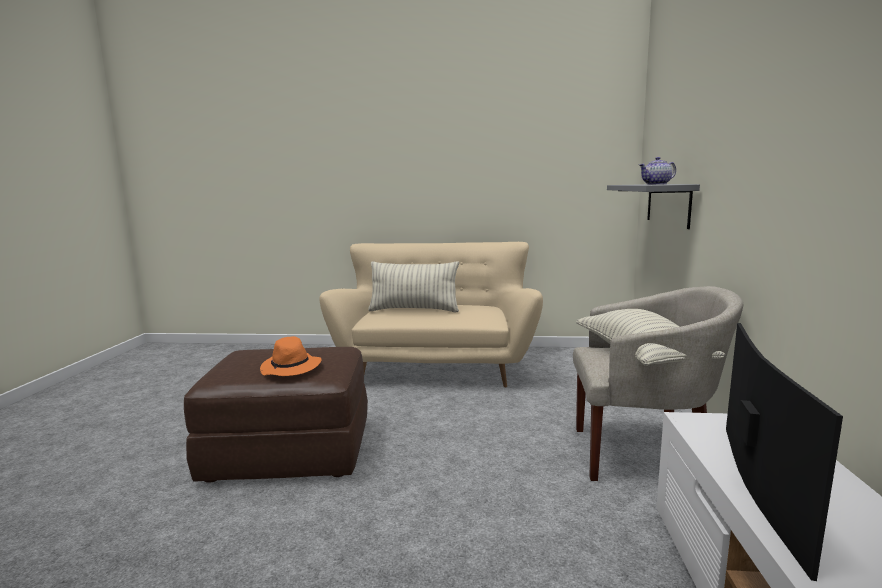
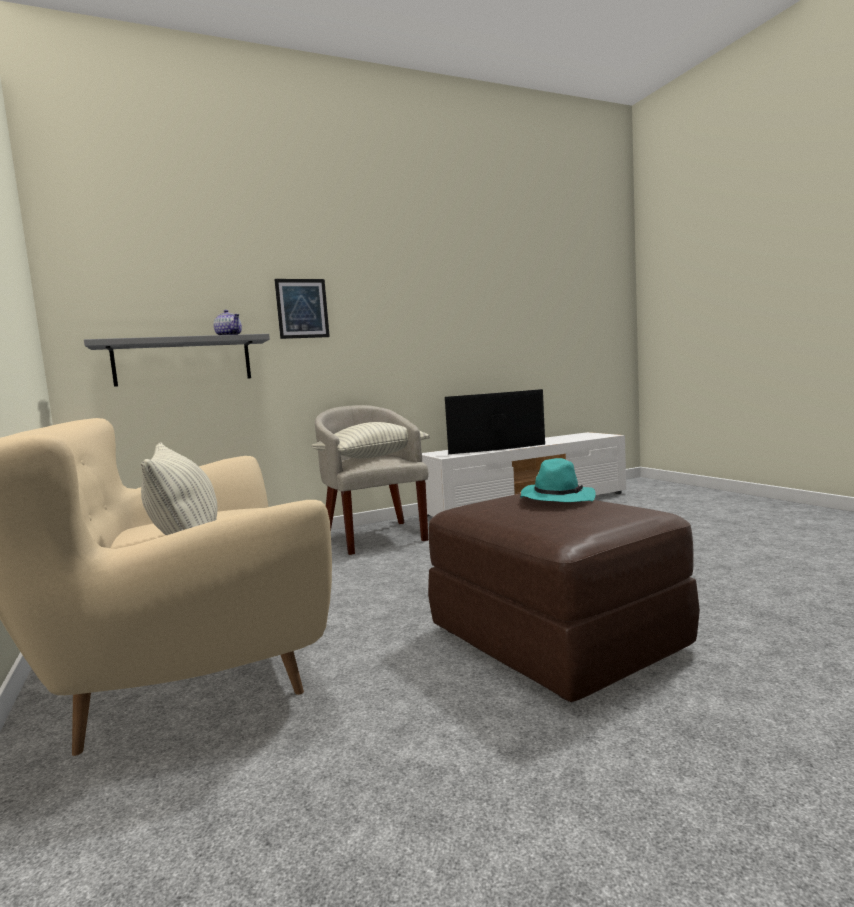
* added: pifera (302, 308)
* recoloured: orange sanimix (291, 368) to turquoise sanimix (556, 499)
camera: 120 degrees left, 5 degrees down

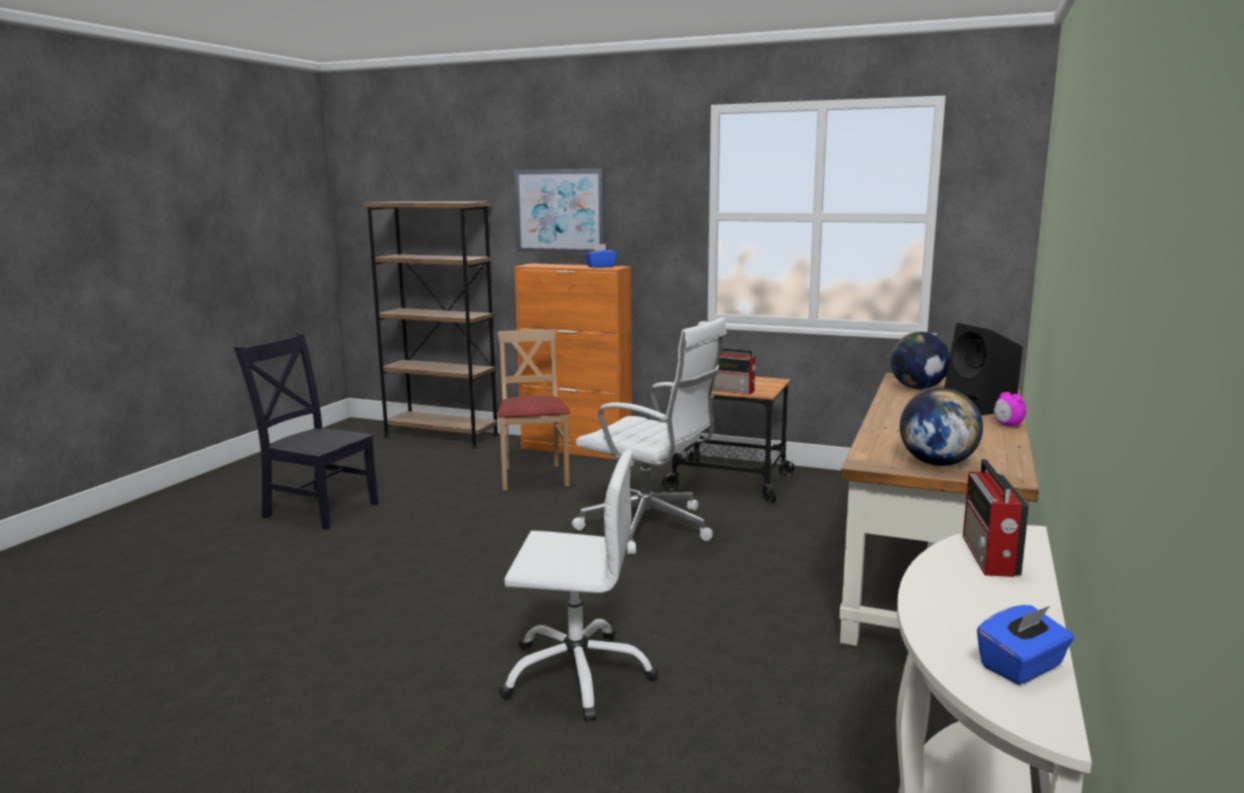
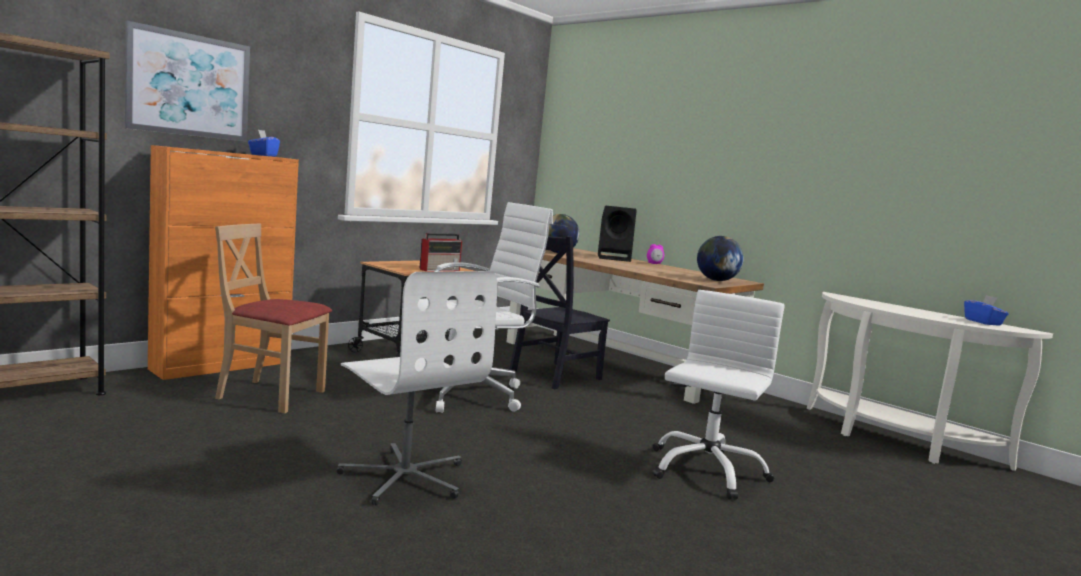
* added: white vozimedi (405, 477)
* moved: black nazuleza (318, 509) to (552, 376)
* removed: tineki (989, 557)
camera: 70 degrees left, 5 degrees down

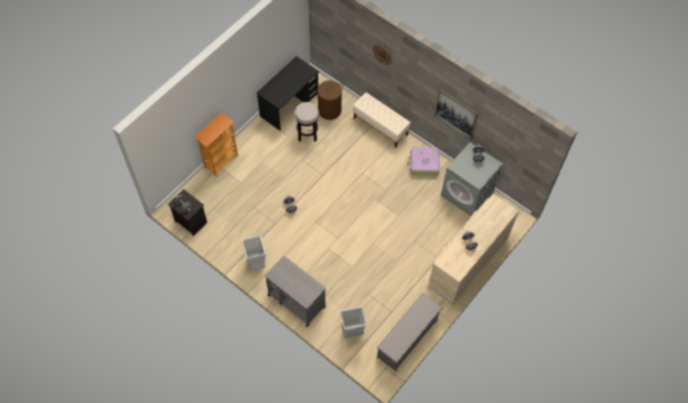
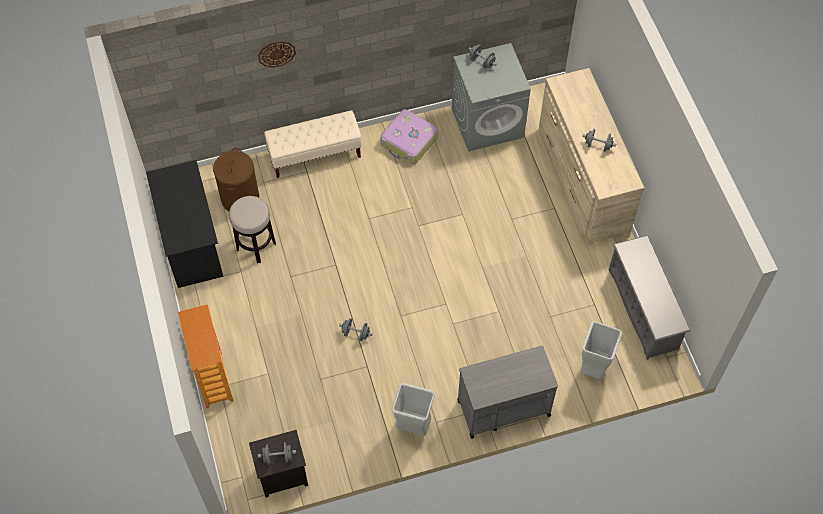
* removed: pifera (456, 114)
camera: 55 degrees left, 0 degrees up

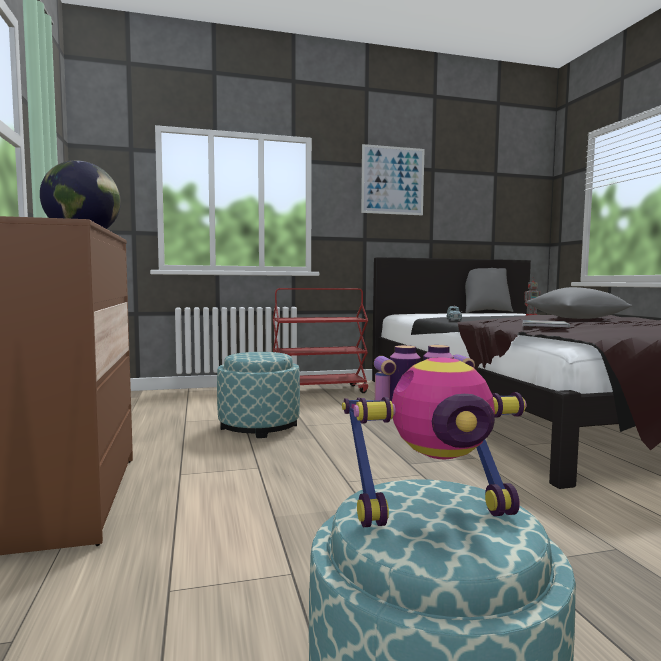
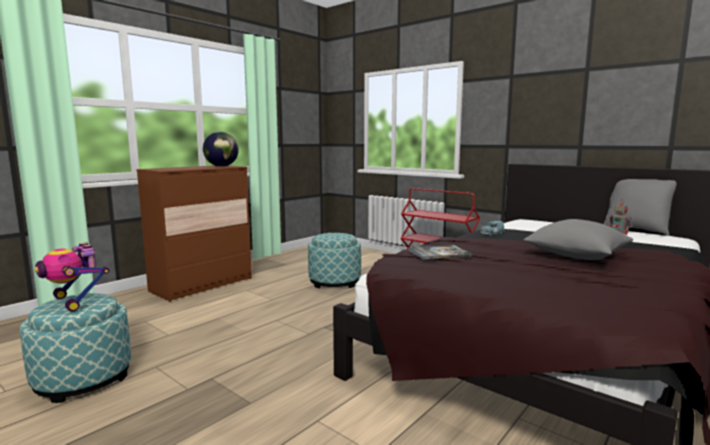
* removed: pifera (392, 180)
camera: 55 degrees right, 5 degrees up

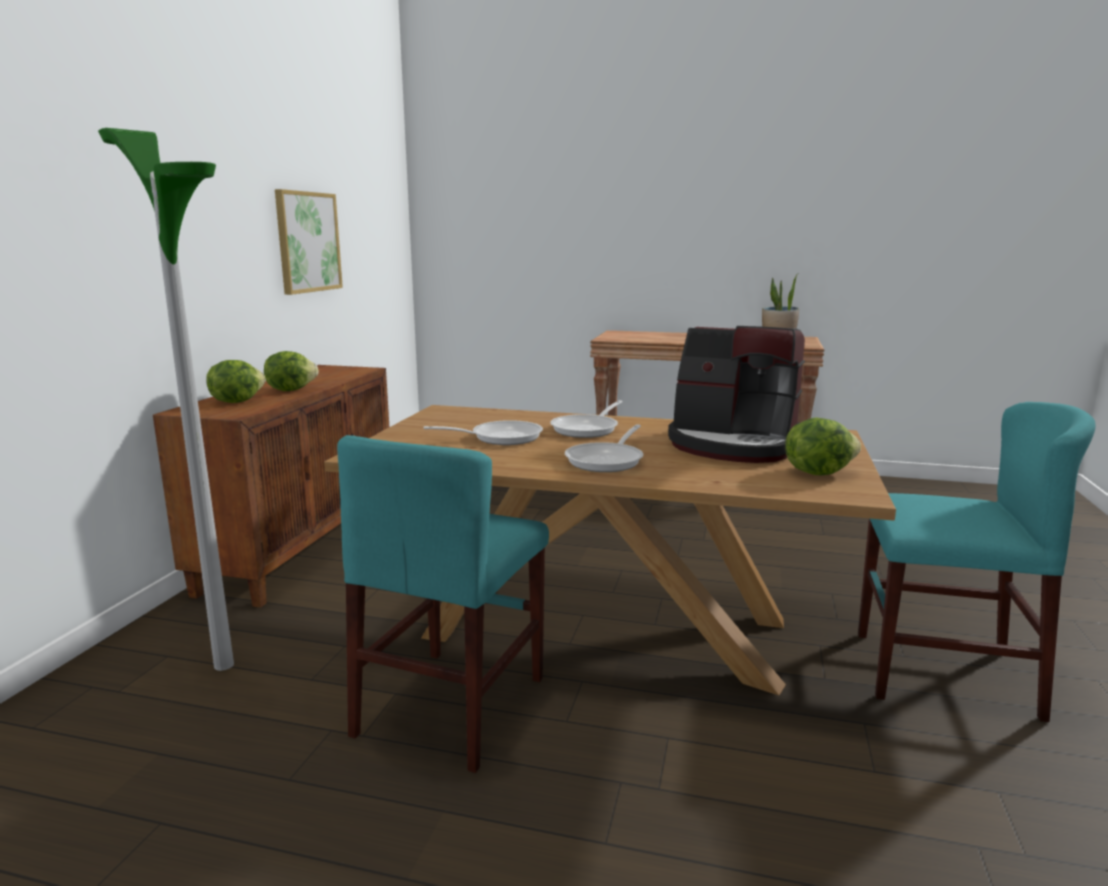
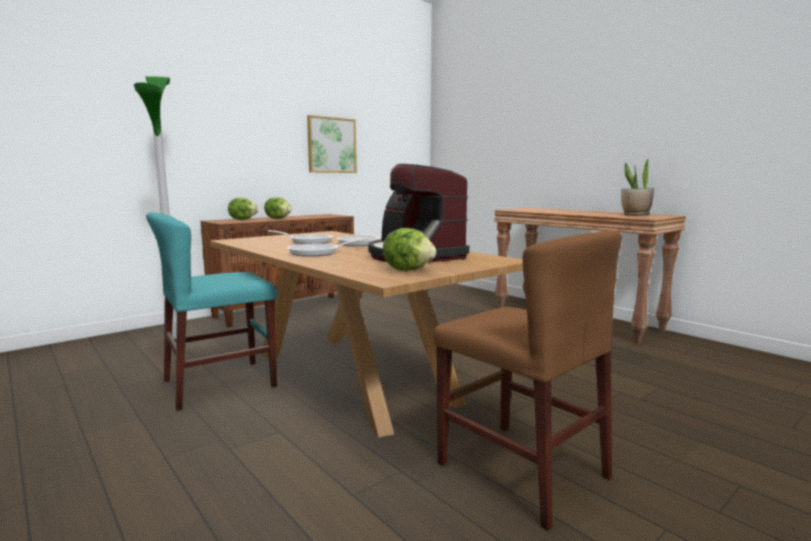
* recoloured: turquoise nazuleza (943, 673) to brown nazuleza (521, 470)
camera: 35 degrees right, 5 degrees down

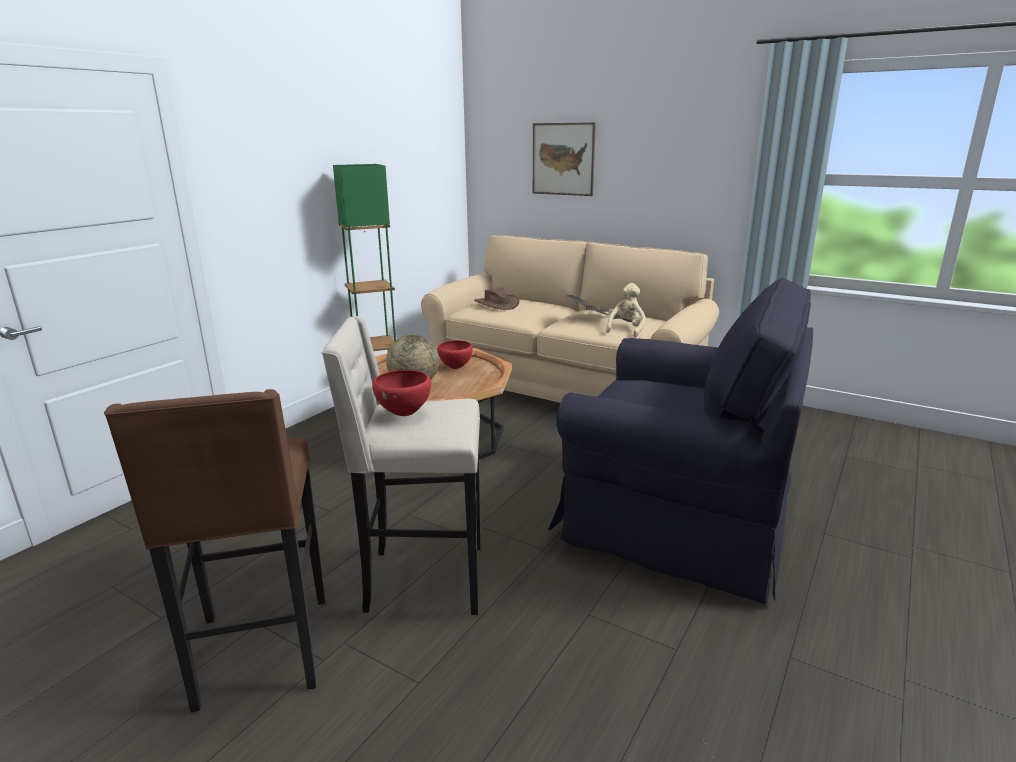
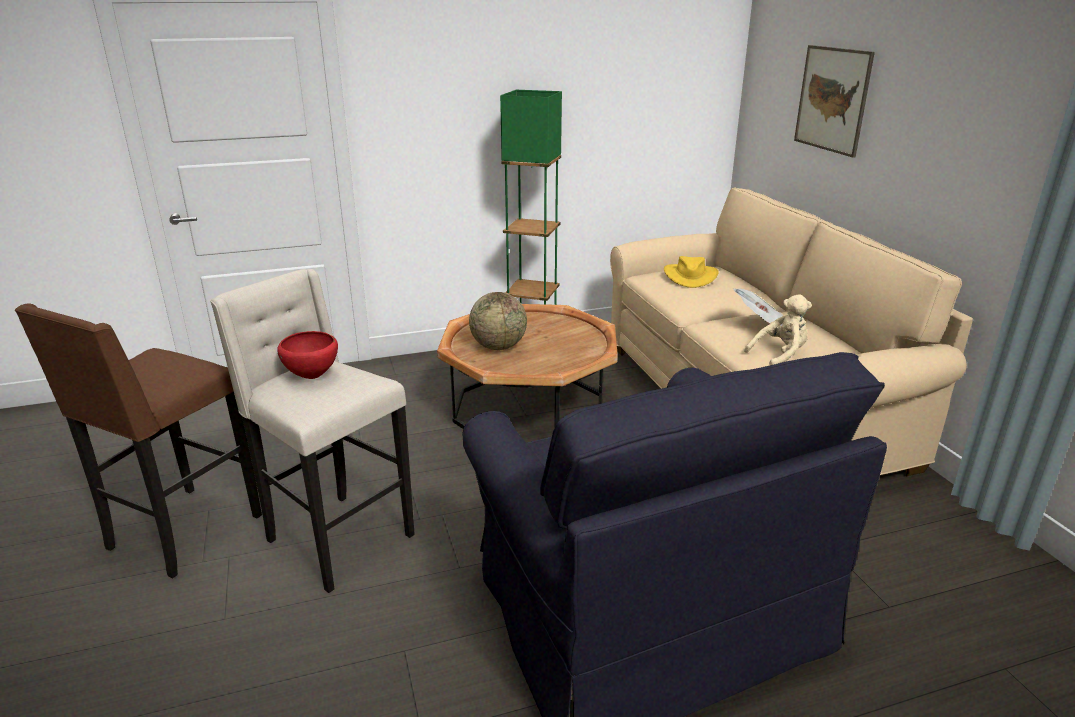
* recoloured: brown sanimix (496, 304) to yellow sanimix (690, 276)
* removed: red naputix (456, 368)
camera: 40 degrees right, 5 degrees up

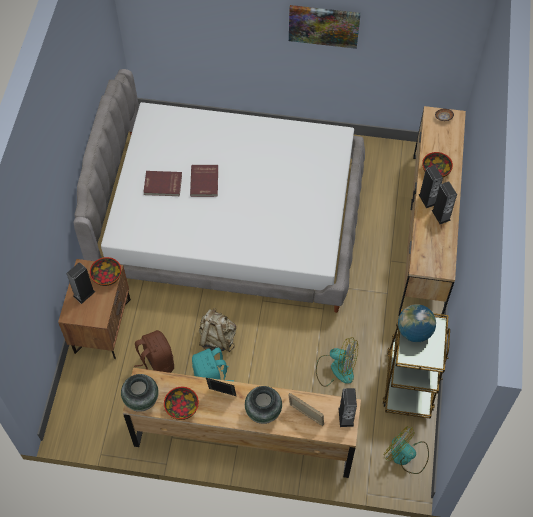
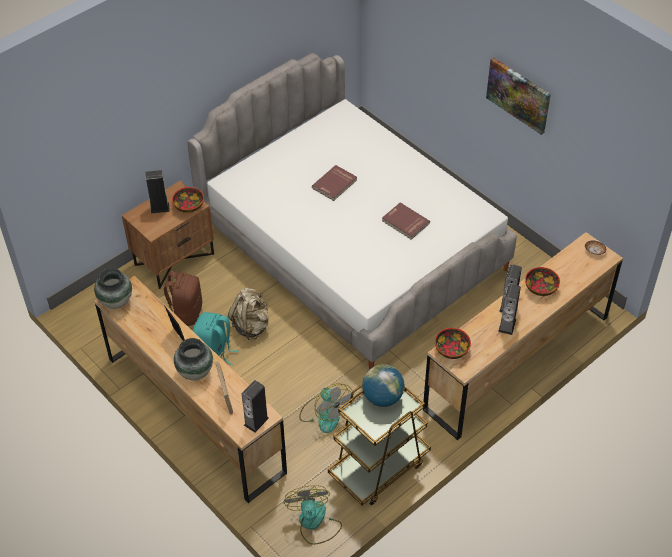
* moved: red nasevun (163, 185) to (405, 222)
* moved: naputix (181, 407) to (451, 349)
camera: 40 degrees right, 10 degrees down

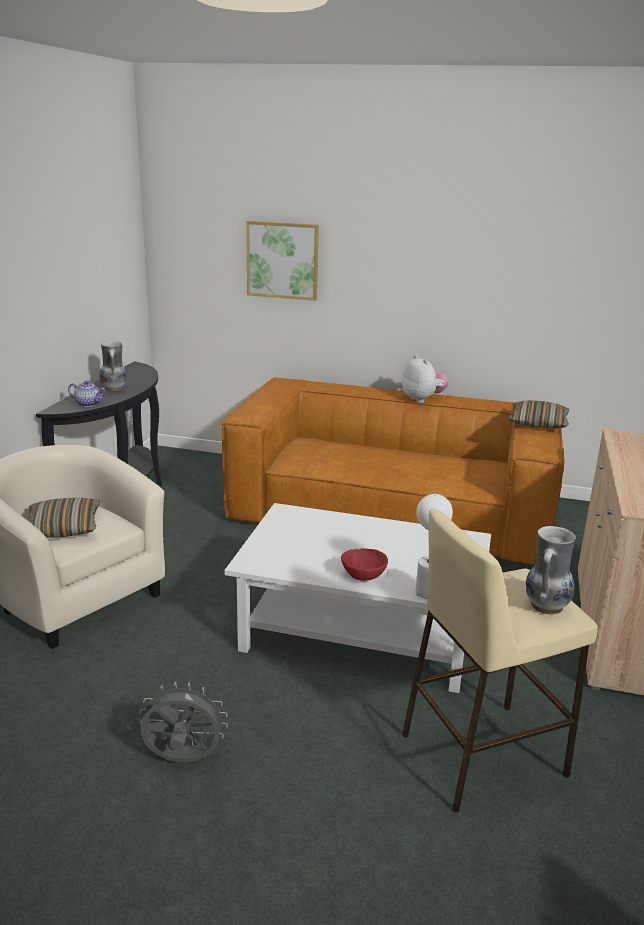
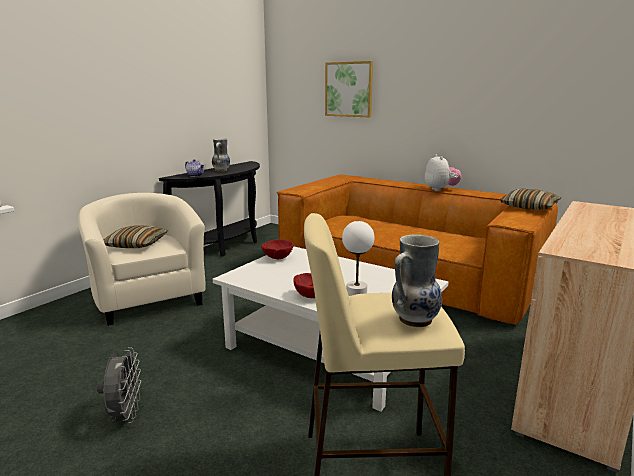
* turned: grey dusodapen (183, 760) = (125, 415) 60 degrees clockwise
* added: red naputix (278, 258)
camera: 20 degrees right, 5 degrees down

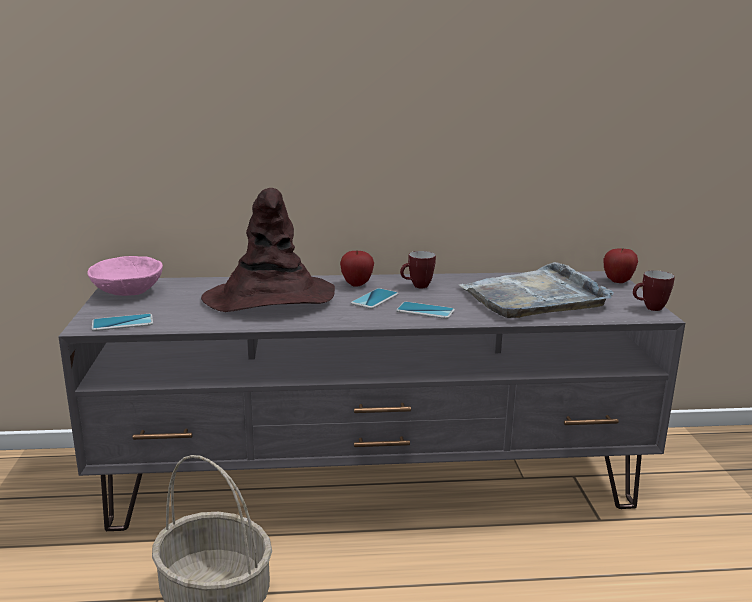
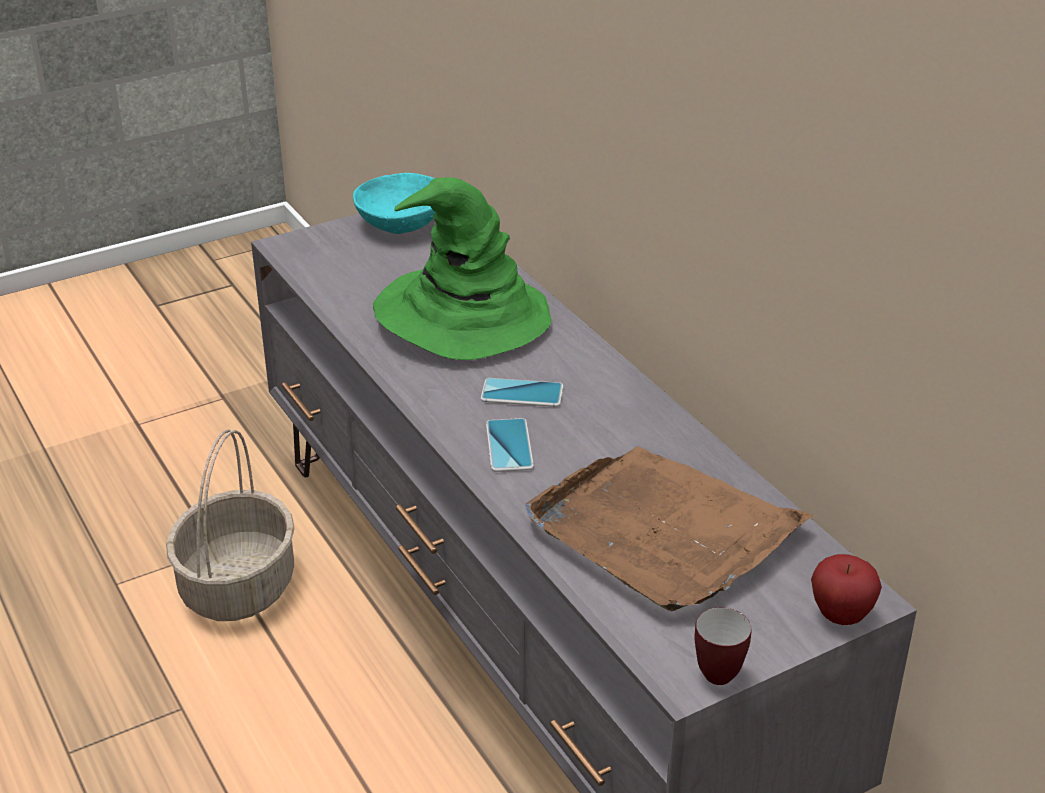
* recoloured: pink naputix (128, 291) to turquoise naputix (402, 224)
* recoloured: brown sanimix (270, 298) to green sanimix (459, 317)
* recoloured: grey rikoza (534, 296) to brown rikoza (663, 533)
* removed: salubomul (122, 323)
* removed: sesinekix (357, 284)
* removed: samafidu (417, 286)
camera: 65 degrees right, 15 degrees up

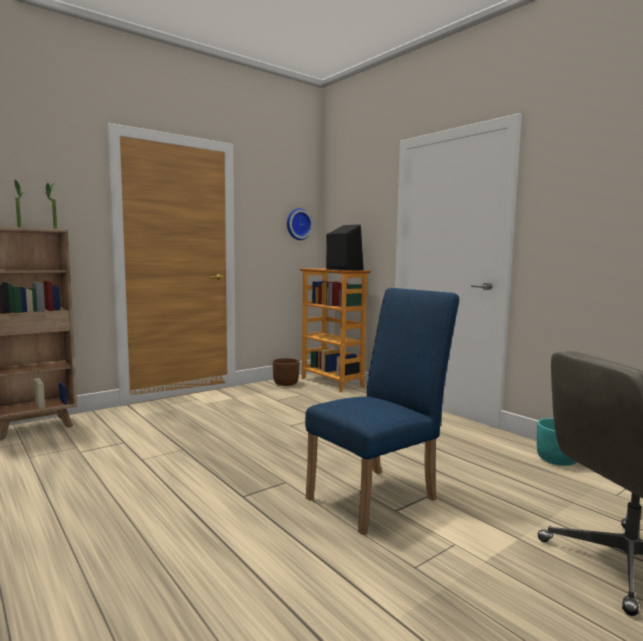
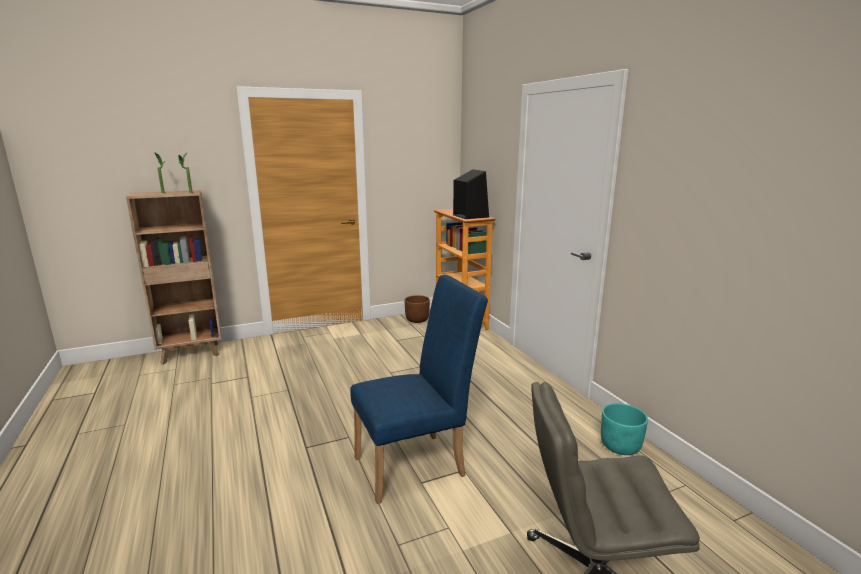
* removed: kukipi (298, 224)
camera: 15 degrees right, 10 degrees up

